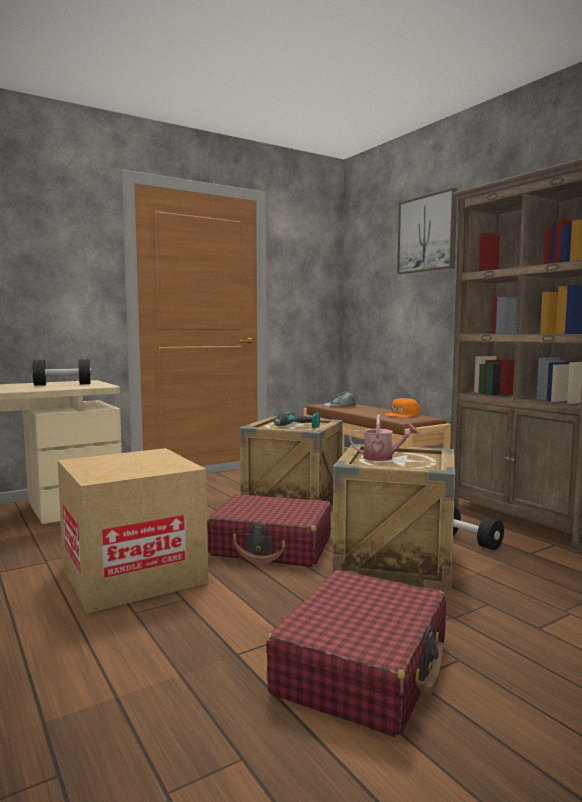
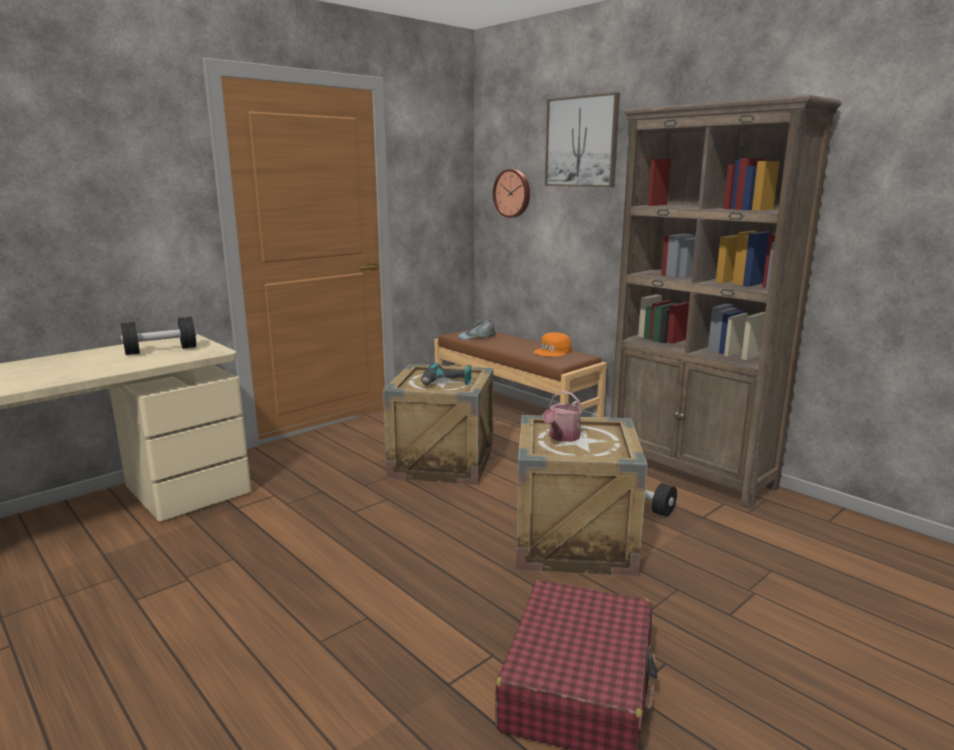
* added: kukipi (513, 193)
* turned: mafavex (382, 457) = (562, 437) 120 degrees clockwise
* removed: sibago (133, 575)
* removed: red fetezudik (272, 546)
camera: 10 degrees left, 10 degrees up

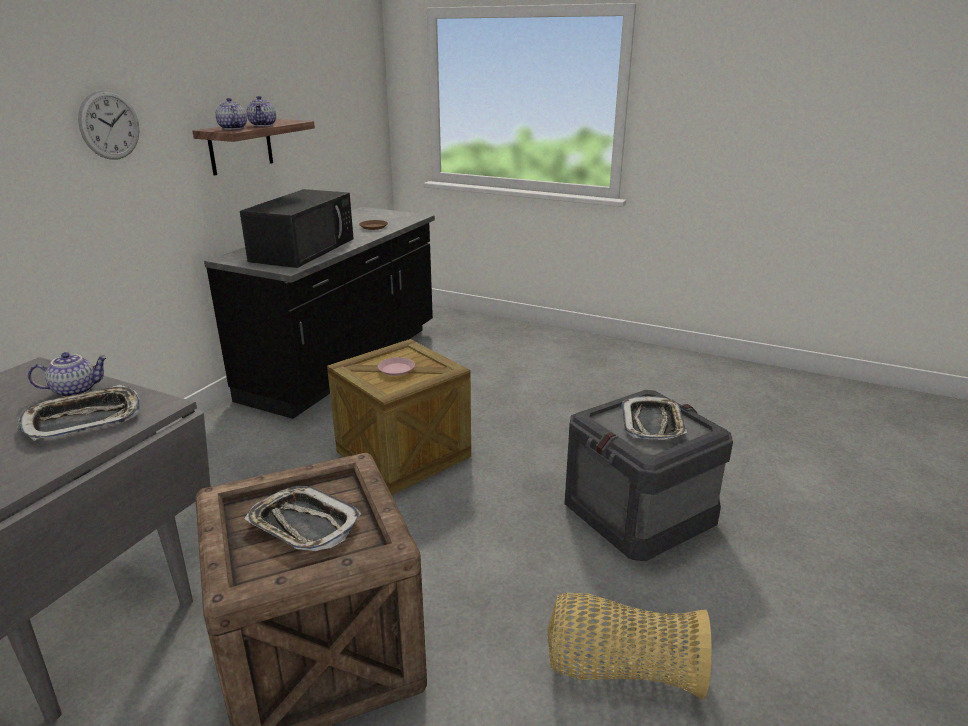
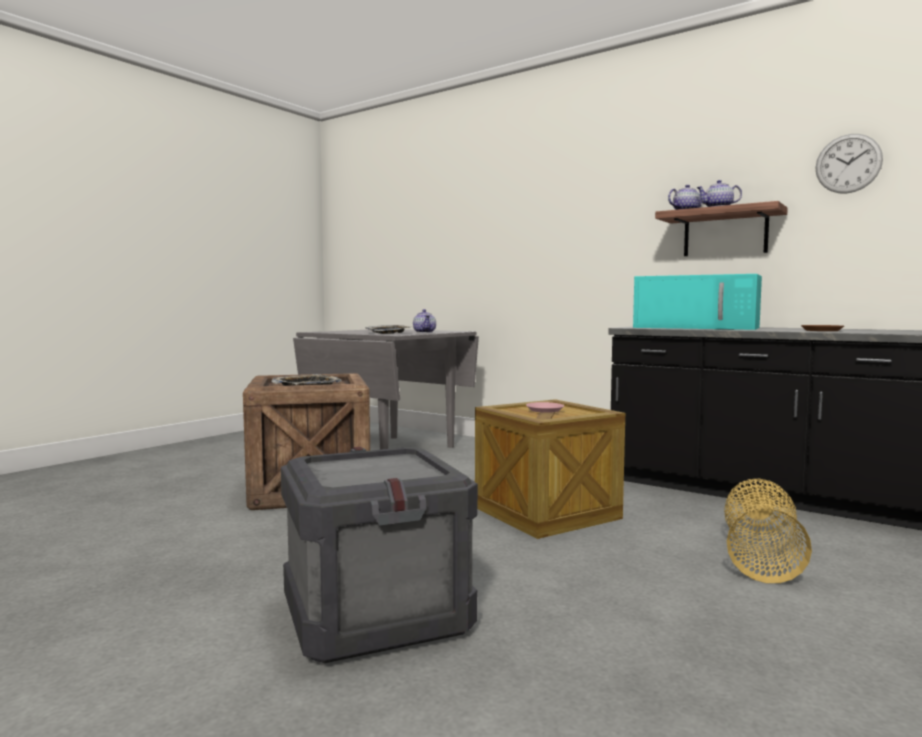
* recoloured: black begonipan (304, 249) to turquoise begonipan (698, 327)
* moved: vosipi (621, 670) to (761, 557)
* moved: kukipi (109, 125) to (848, 163)
* removed: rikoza (653, 423)
camera: 100 degrees right, 20 degrees down

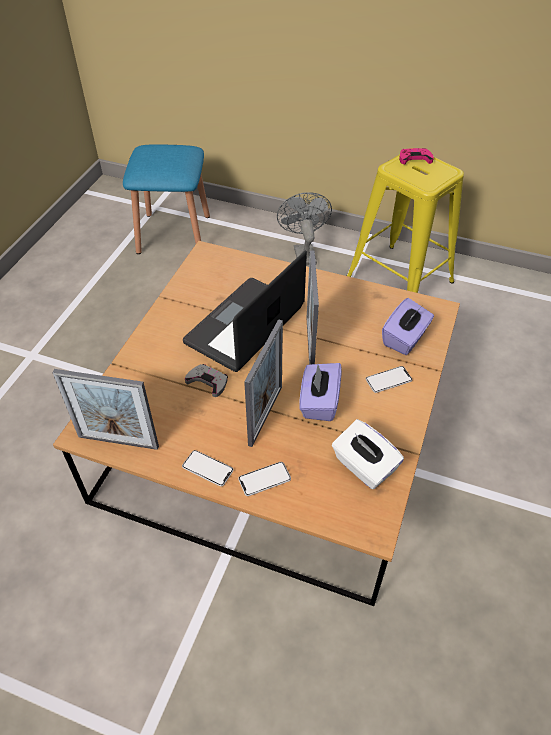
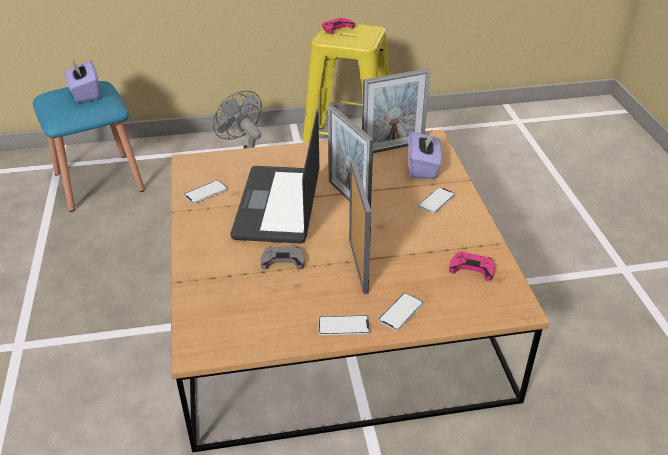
* moved: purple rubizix (319, 402) to (85, 93)
* added: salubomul (206, 192)
* moved: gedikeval (118, 441) to (393, 148)
* replaced: white rubizix (363, 466) to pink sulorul (472, 268)
camera: 30 degrees left, 10 degrees down

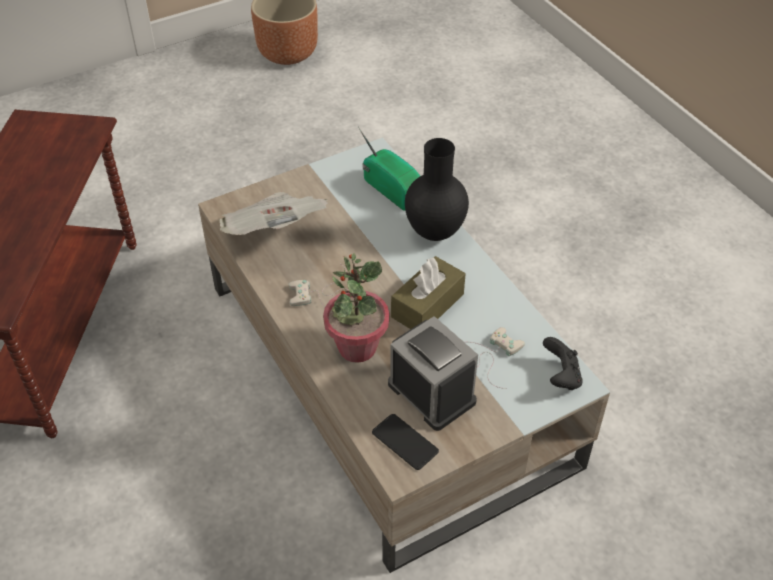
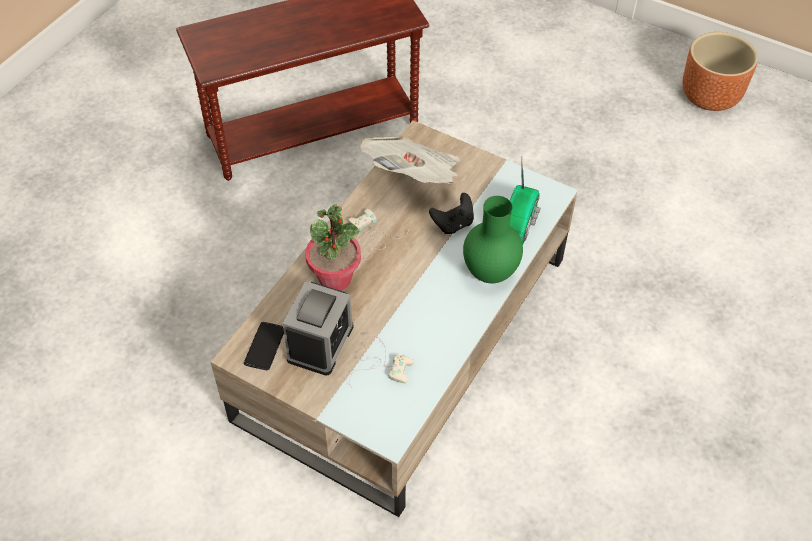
* moved: black sulorul (561, 376) to (453, 224)
* recoloured: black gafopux (435, 232) to green gafopux (491, 273)
* removed: brown rubizix (427, 305)
camera: 60 degrees right, 5 degrees up

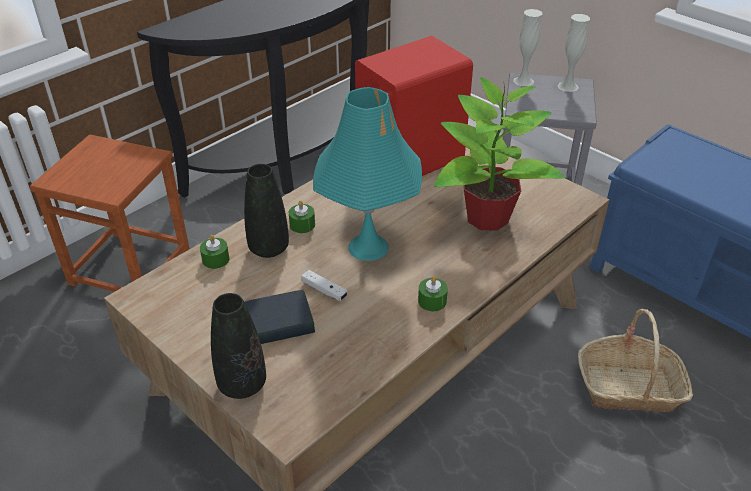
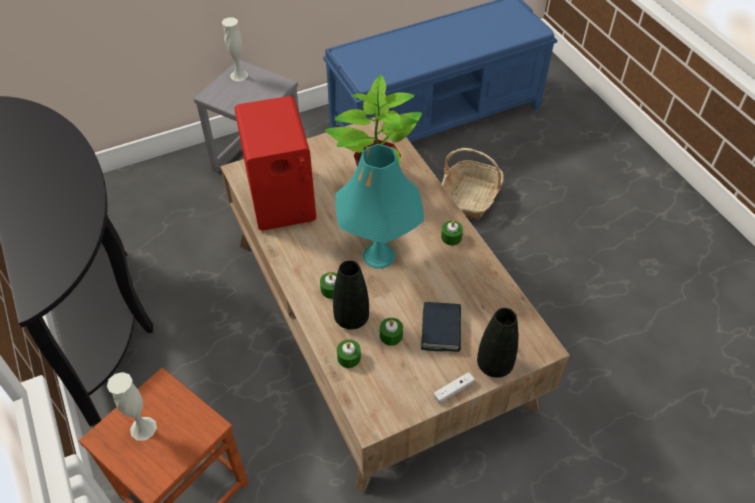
* moved: white gafopux (523, 81) to (143, 428)
* added: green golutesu (391, 335)
* moved: white sulorul (324, 290) to (453, 390)
camera: 70 degrees left, 10 degrees up

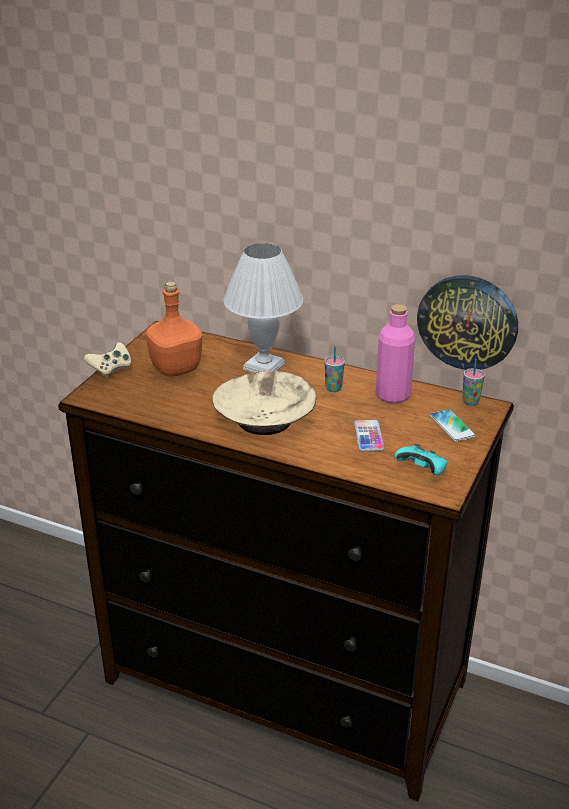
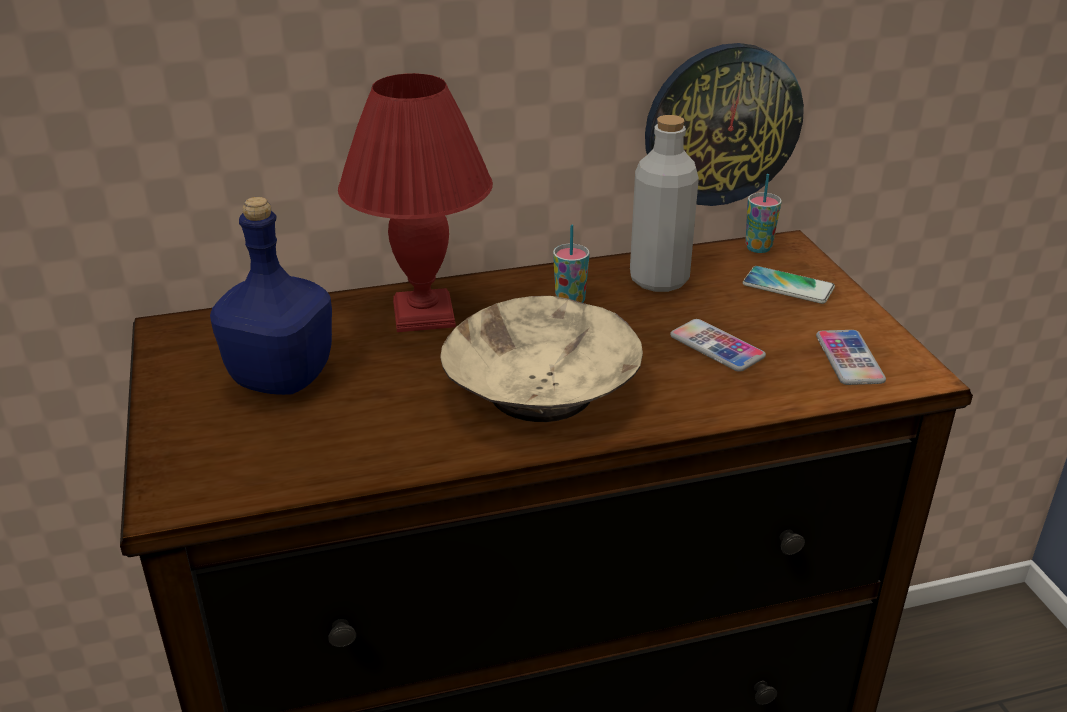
* recoloured: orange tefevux (175, 369) to blue tefevux (281, 378)
* recoloured: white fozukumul (264, 367) to red fozukumul (425, 315)
* recoloured: pink tefevux (392, 395) to grey tefevux (659, 279)
* replaced: turquoise sulorul (422, 470) to salubomul (849, 359)
* removed: beige sulorul (110, 369)
camera: 40 degrees left, 0 degrees up

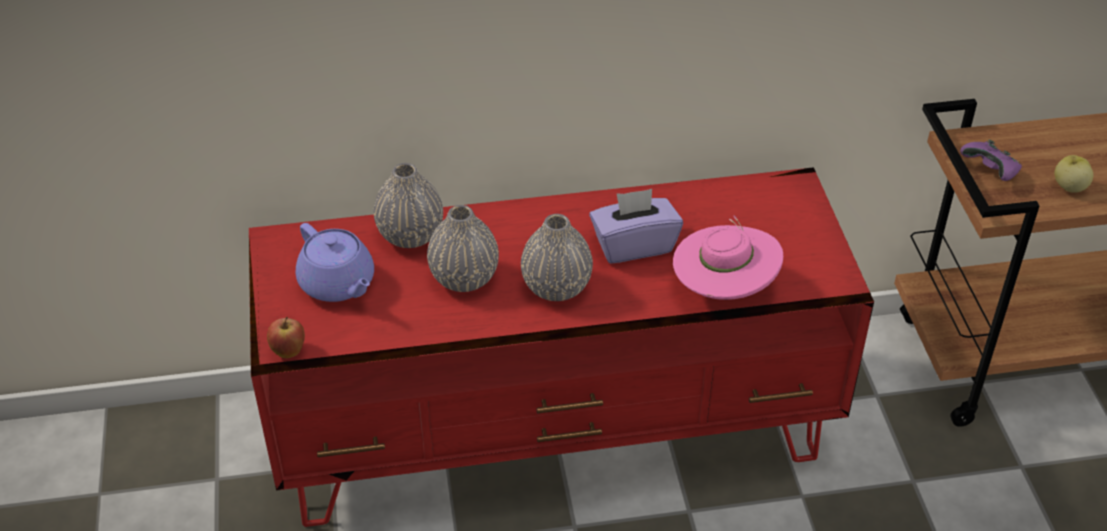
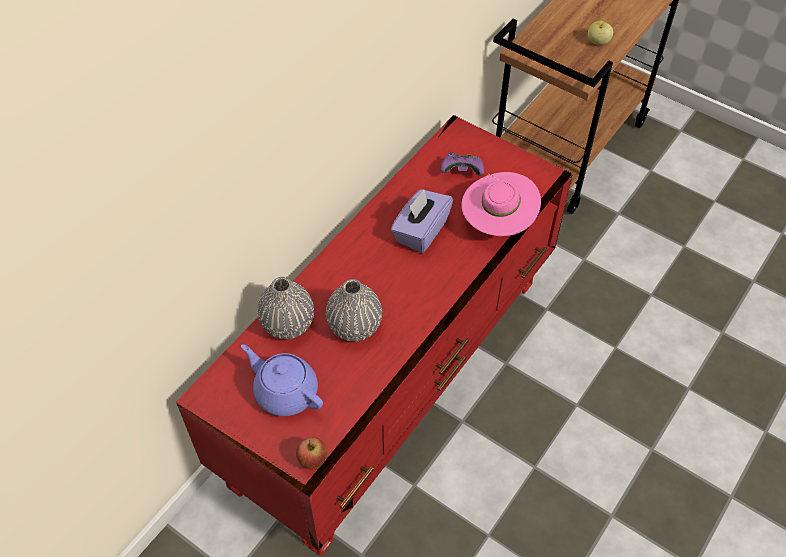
* turned: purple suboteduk (338, 284) = (285, 392) 150 degrees counterclockwise
* moved: purple sulorul (990, 172) to (462, 172)
* removed: grey gafopux (556, 287)
camera: 45 degrees left, 10 degrees up

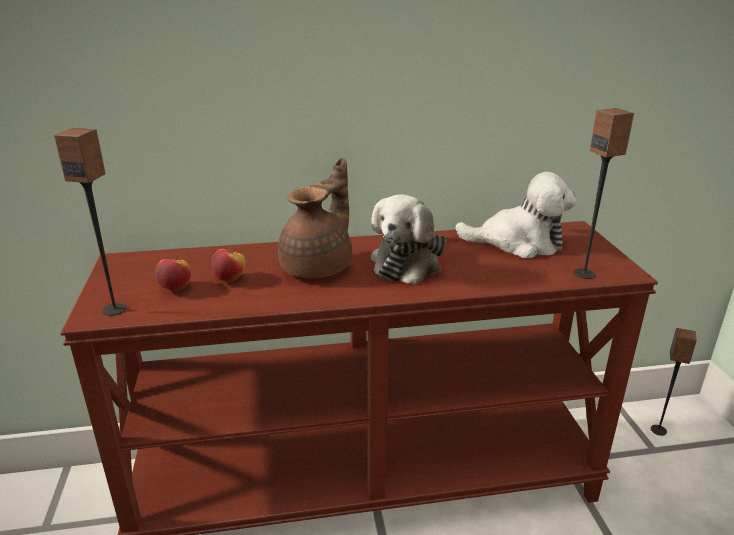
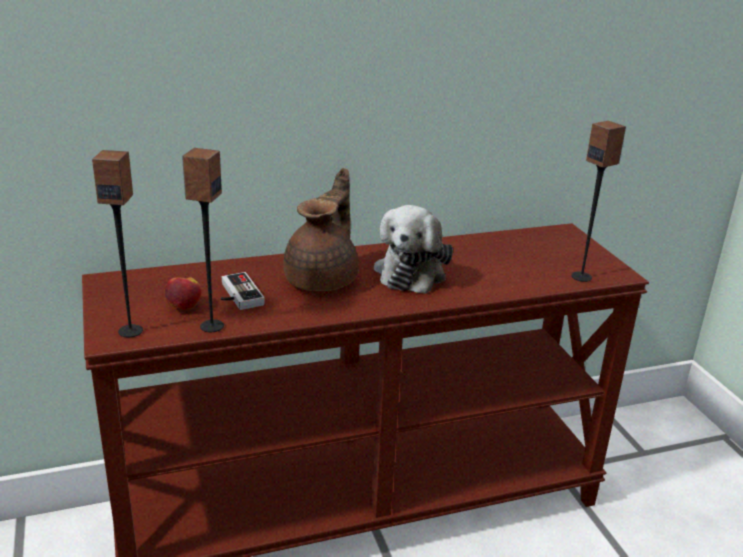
* moved: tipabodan (658, 430) to (211, 326)
* replaced: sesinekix (230, 279) to sulorul (236, 295)
* removed: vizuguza (518, 243)
camera: 10 degrees left, 0 degrees up

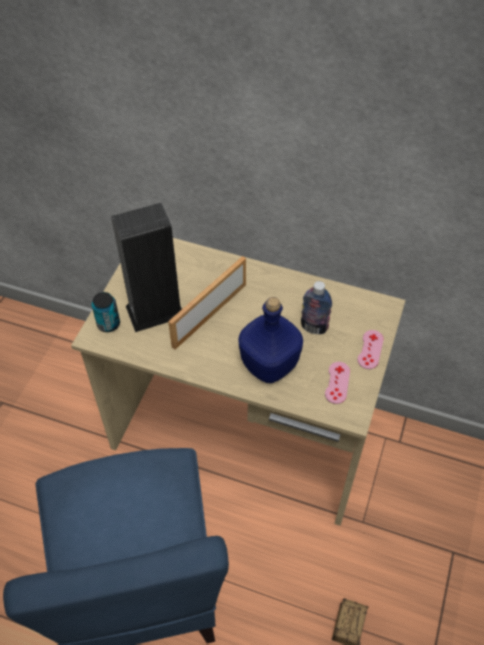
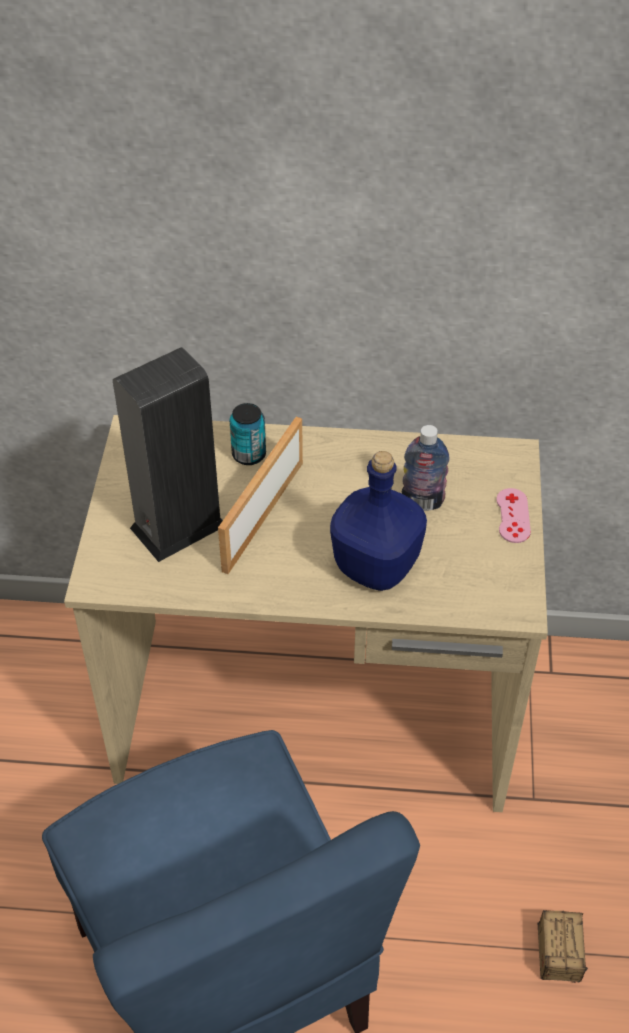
* moved: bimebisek (108, 324) to (249, 455)
* removed: pink sulorul (337, 382)
camera: 15 degrees left, 5 degrees down

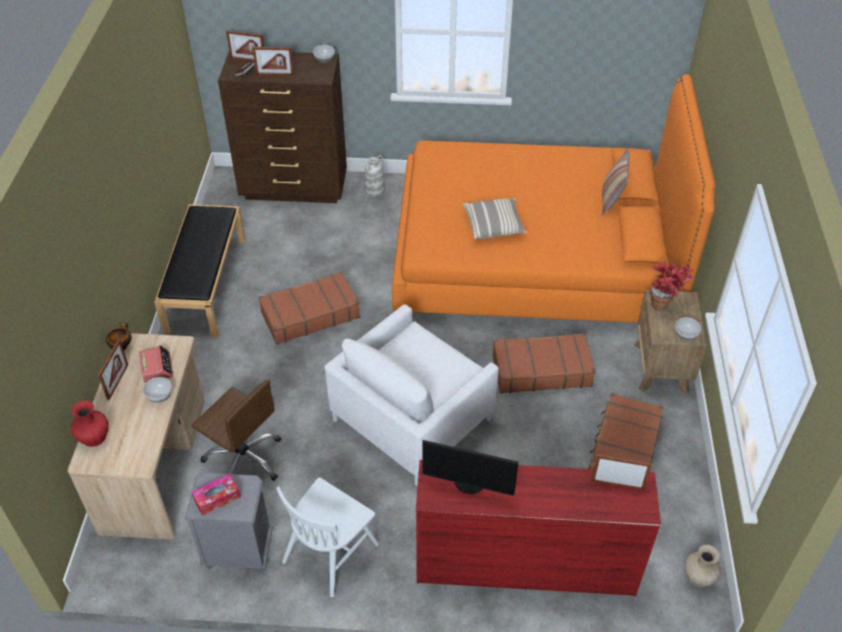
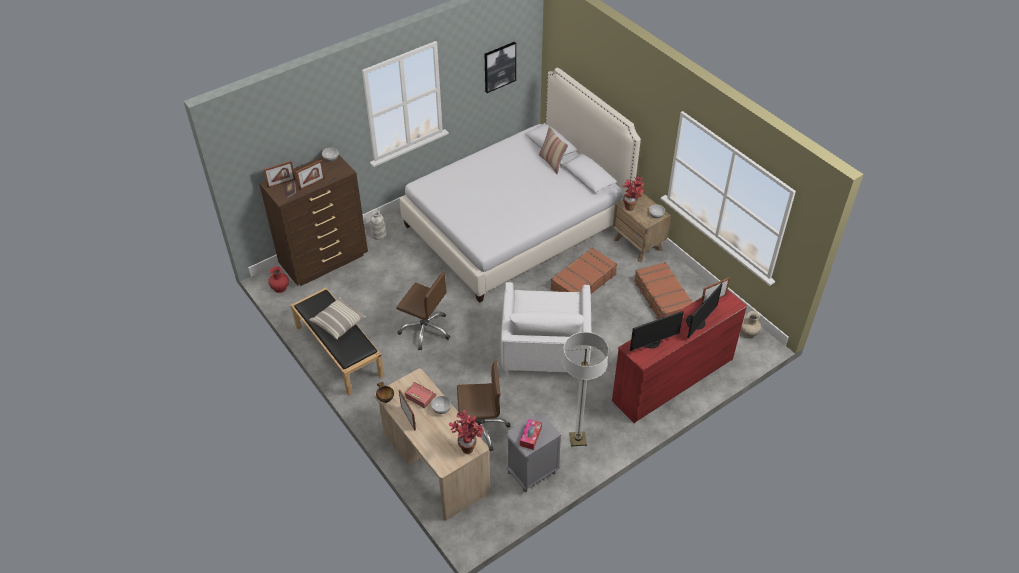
* moved: red gafopux (94, 436) to (280, 287)
* moved: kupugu (493, 226) to (338, 323)
* replaced: brown fetezudik (310, 315) to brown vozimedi (425, 329)
* recoloured: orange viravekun (534, 260) to white viravekun (516, 224)
* added: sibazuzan (467, 445)
* added: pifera (499, 66)
* replaced: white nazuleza (330, 552) to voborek (578, 439)
* added: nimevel (697, 323)
camera: 40 degrees left, 0 degrees up

